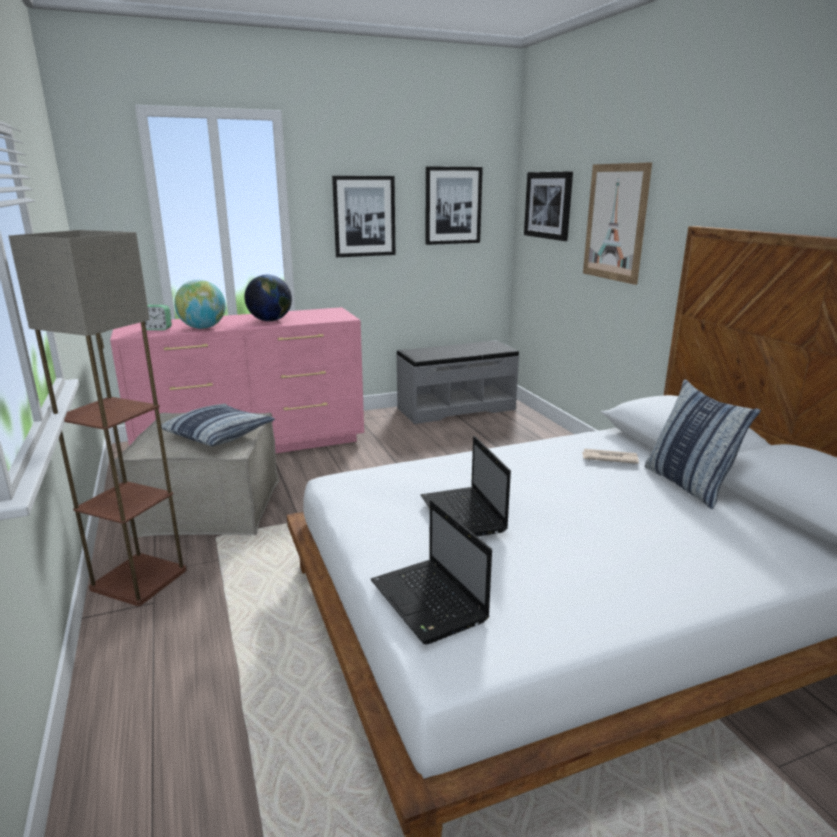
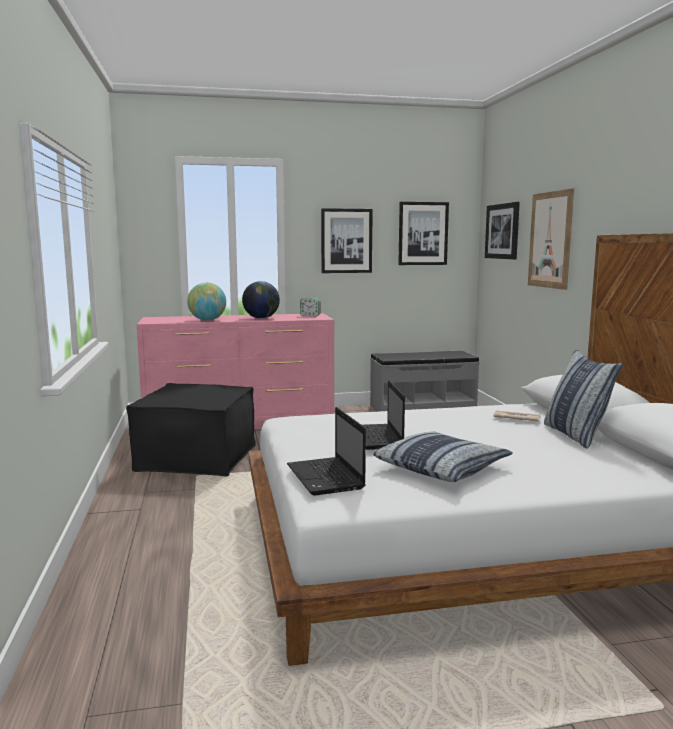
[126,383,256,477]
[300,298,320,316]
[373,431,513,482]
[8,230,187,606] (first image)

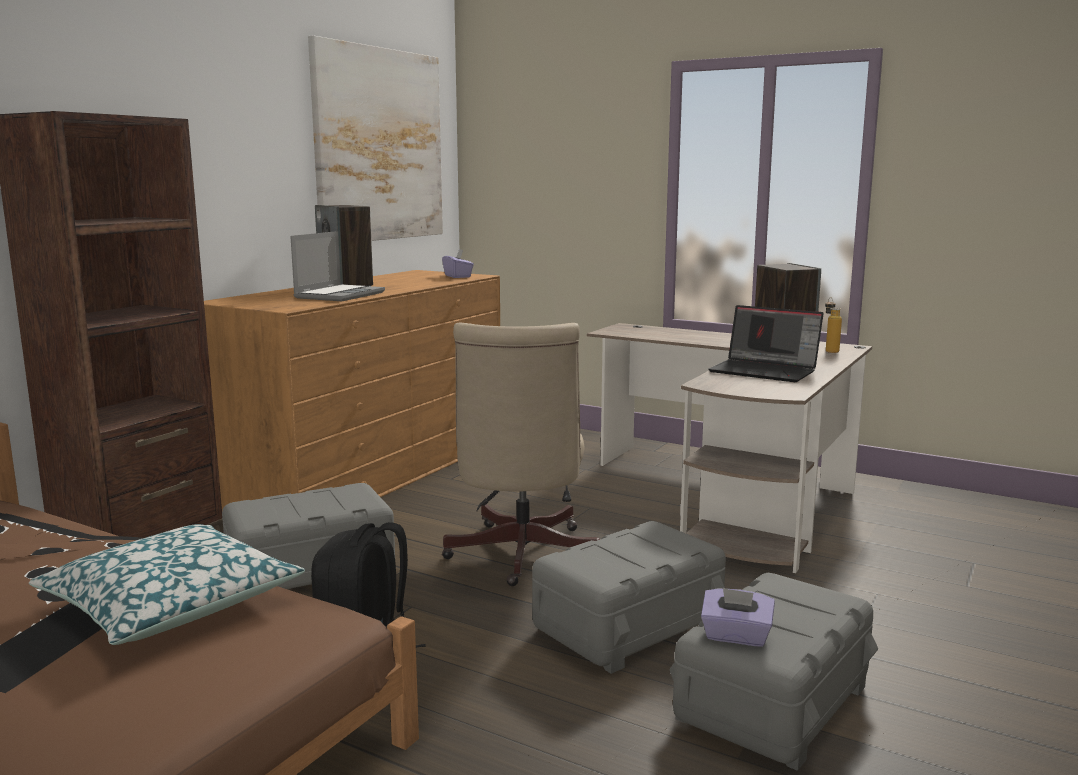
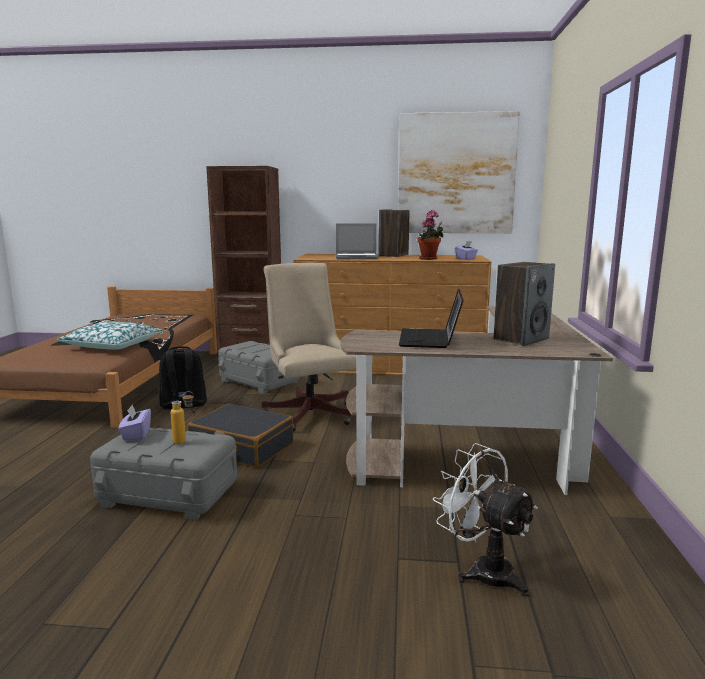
[171,391,193,444]
[187,404,293,468]
[262,263,357,432]
[417,210,444,260]
[433,443,538,596]

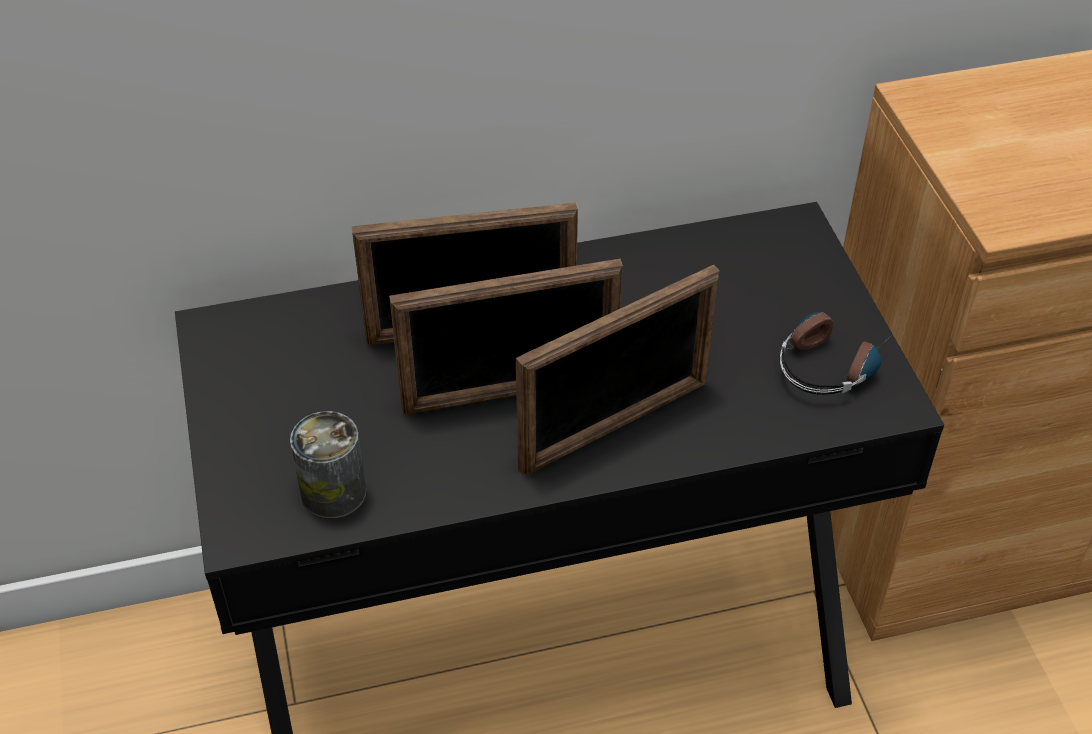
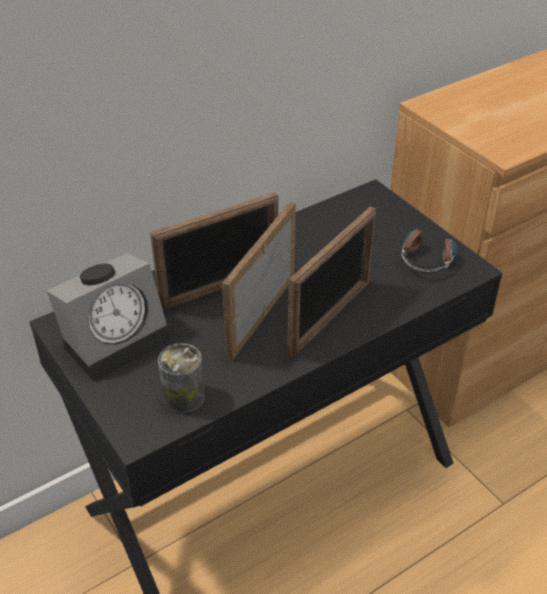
[47,253,171,382]
[222,202,296,361]

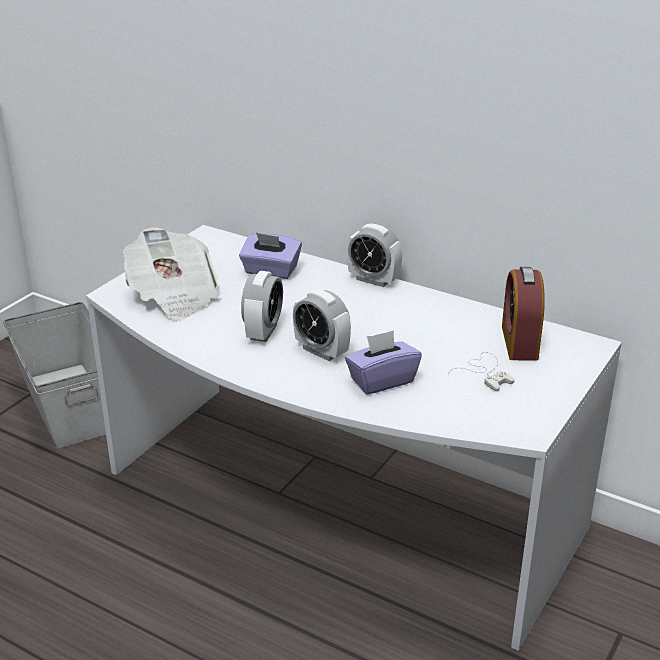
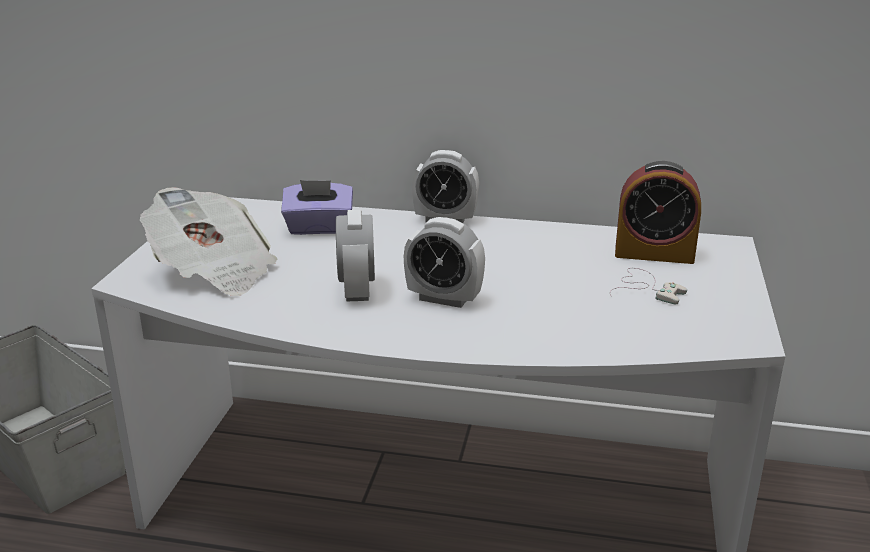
[615,161,701,264]
[345,330,422,394] (first image)

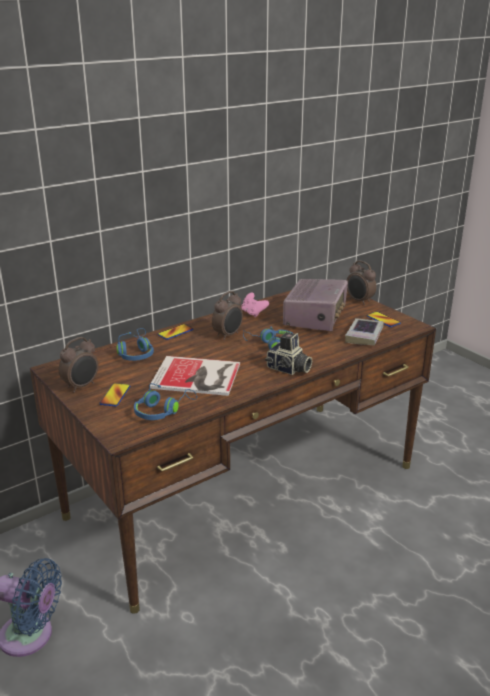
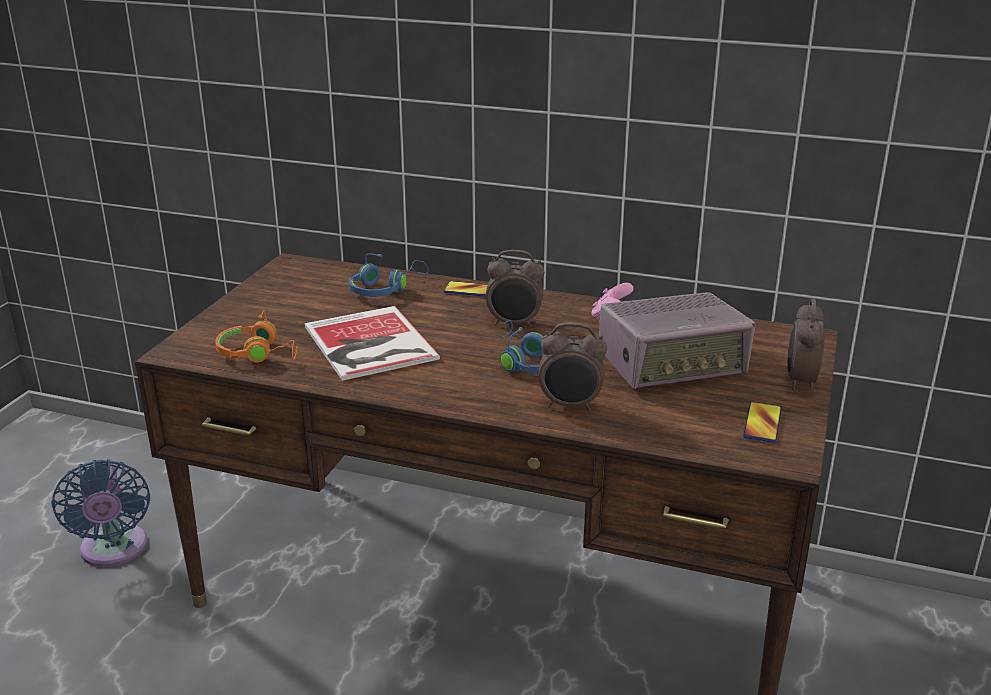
[215,310,298,363]
[539,323,607,411]
[99,383,130,406] (first image)
[265,332,312,375] (first image)
[345,318,384,345] (first image)

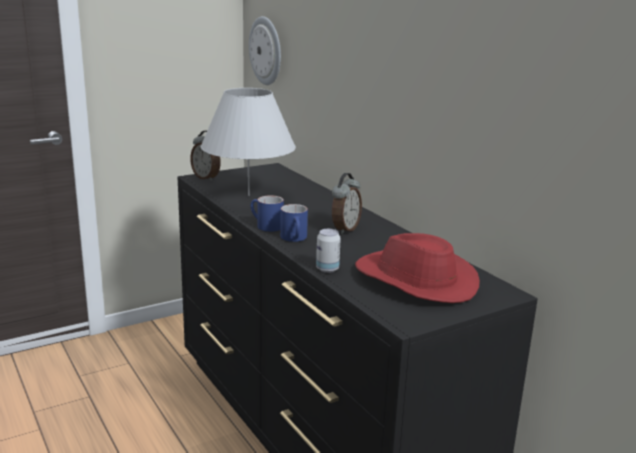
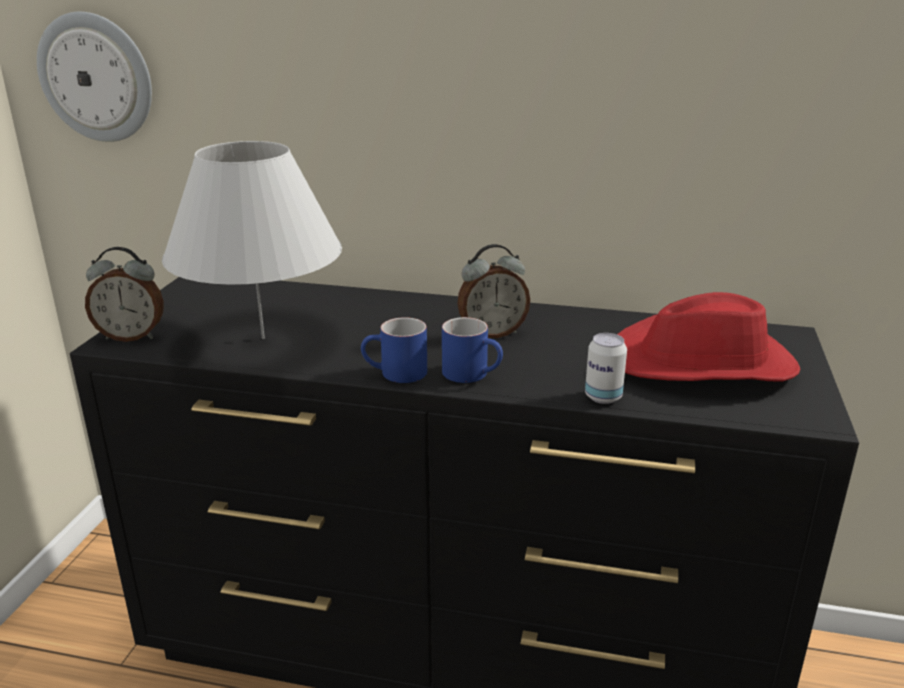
[457,244,530,338]

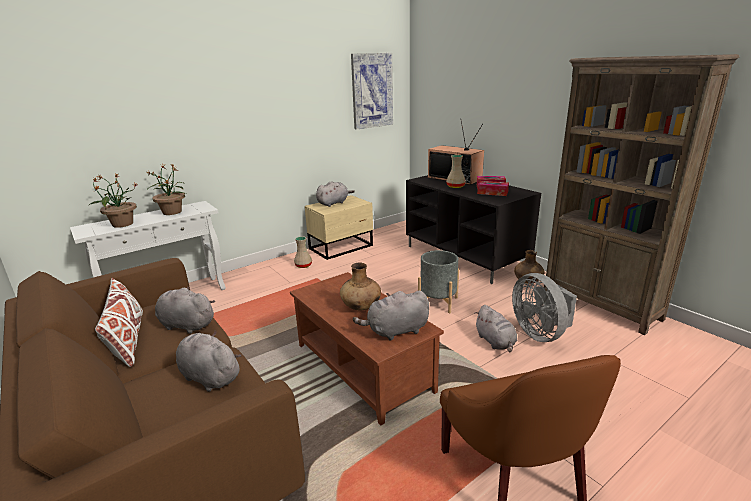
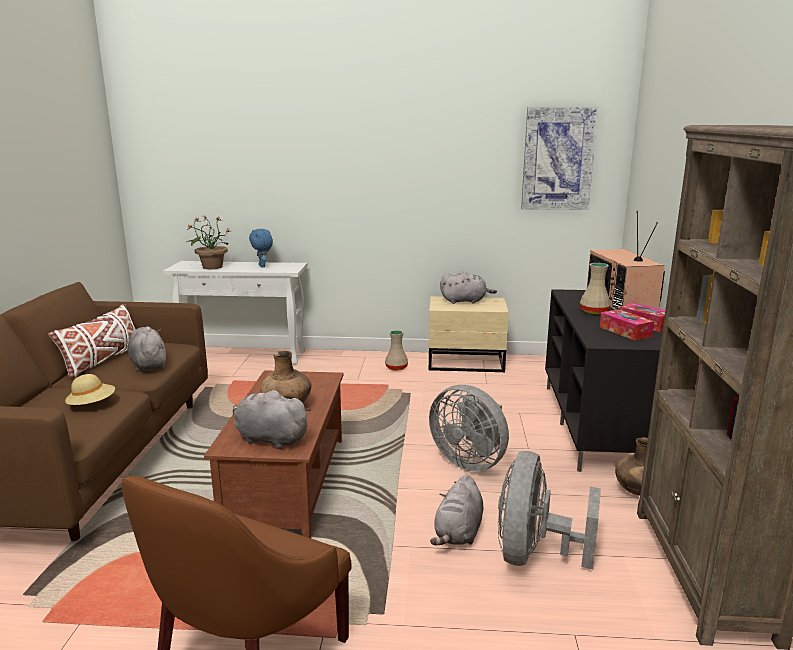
[65,374,115,406]
[249,229,273,267]
[429,385,509,471]

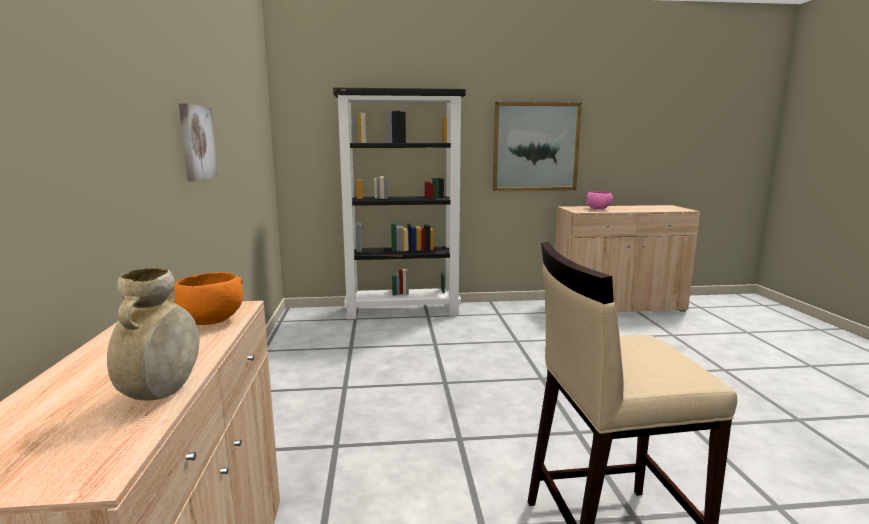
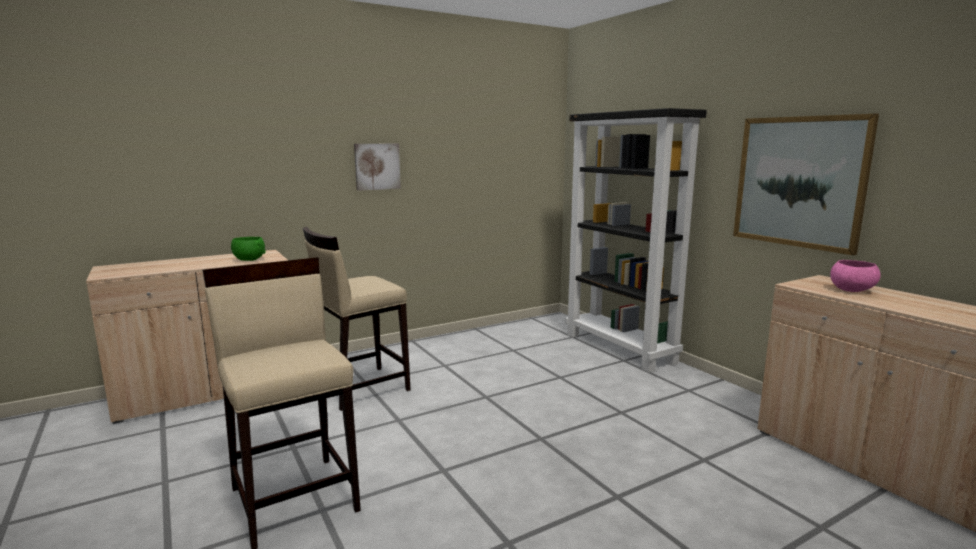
[231,237,266,261]
[303,227,411,411]
[107,268,199,401] (first image)

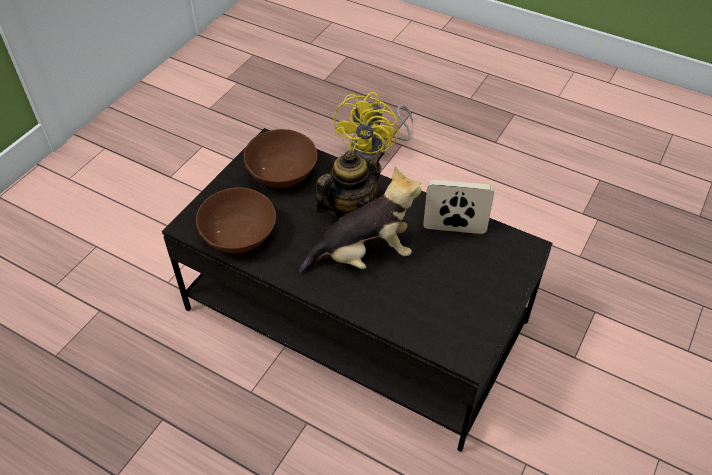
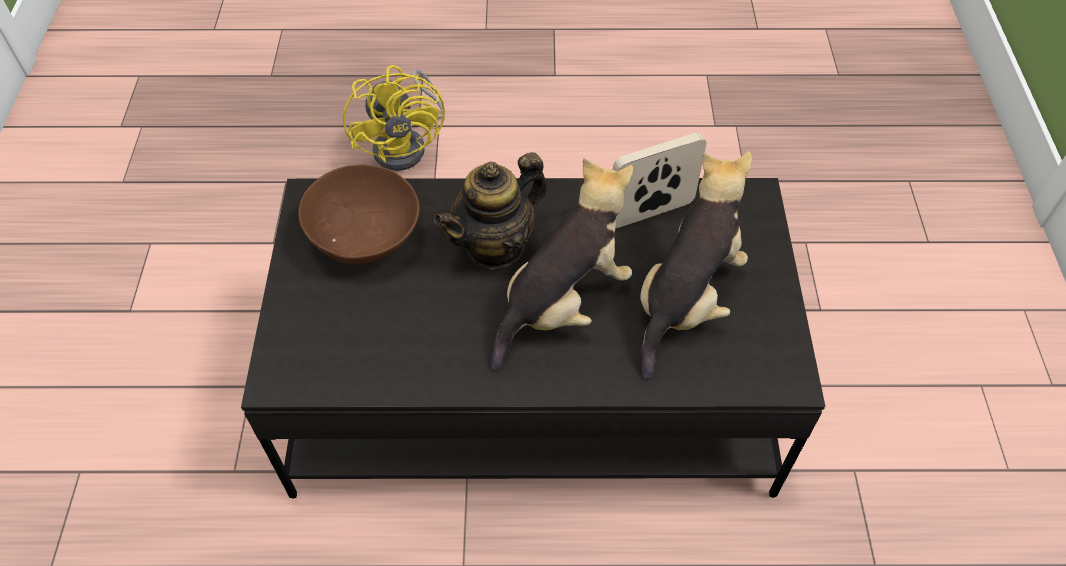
[434,152,548,270]
[640,151,752,380]
[196,187,276,253] (first image)

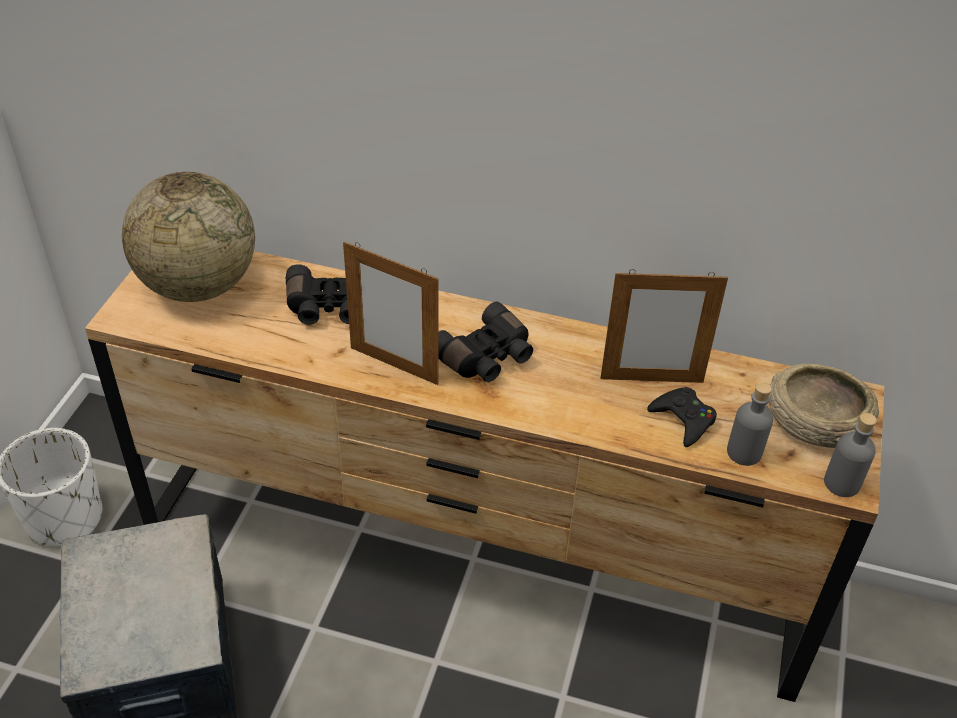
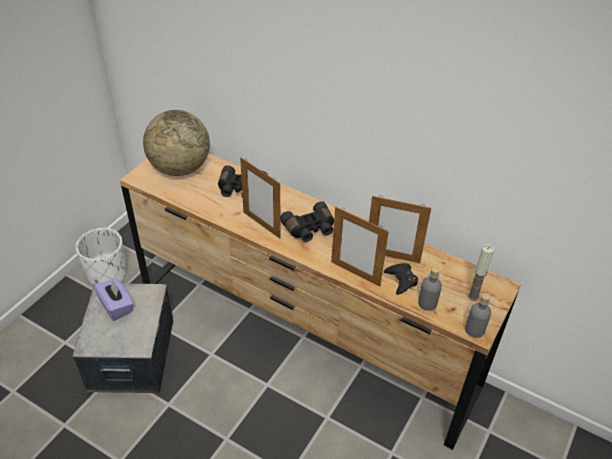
[93,279,134,321]
[331,207,389,287]
[468,244,494,301]

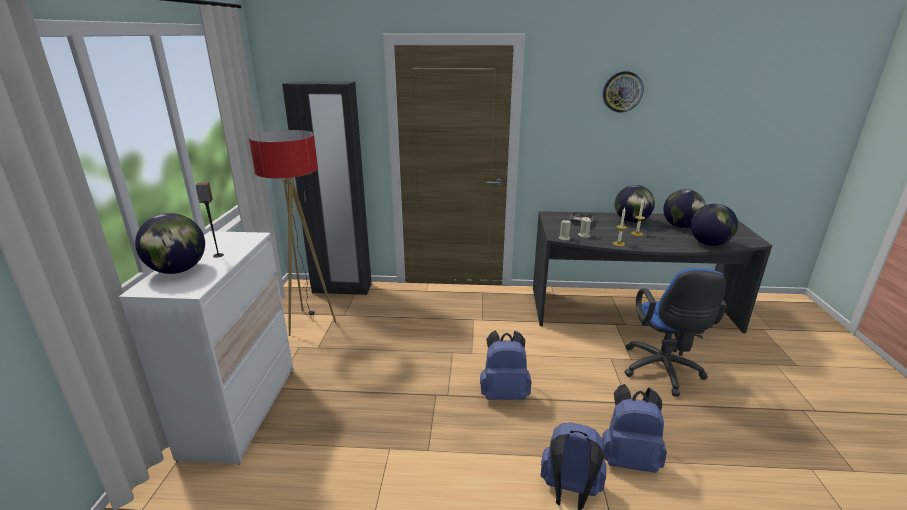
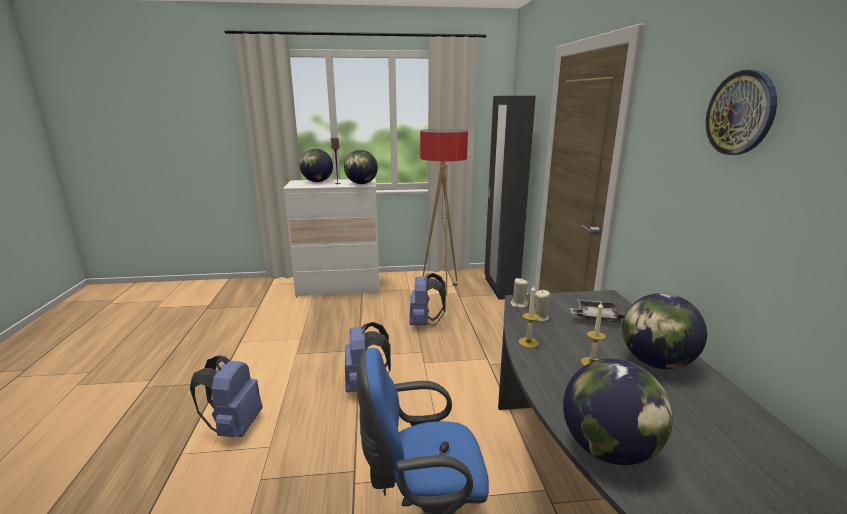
[344,150,378,184]
[409,273,446,326]

